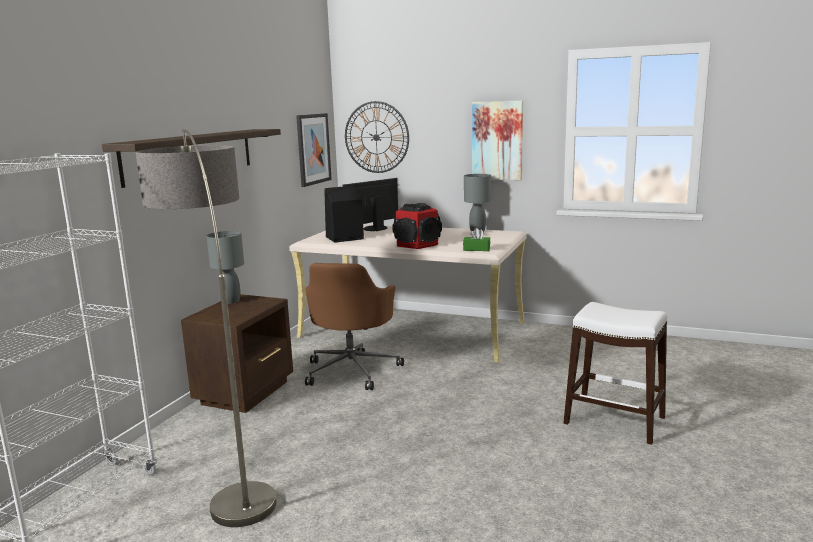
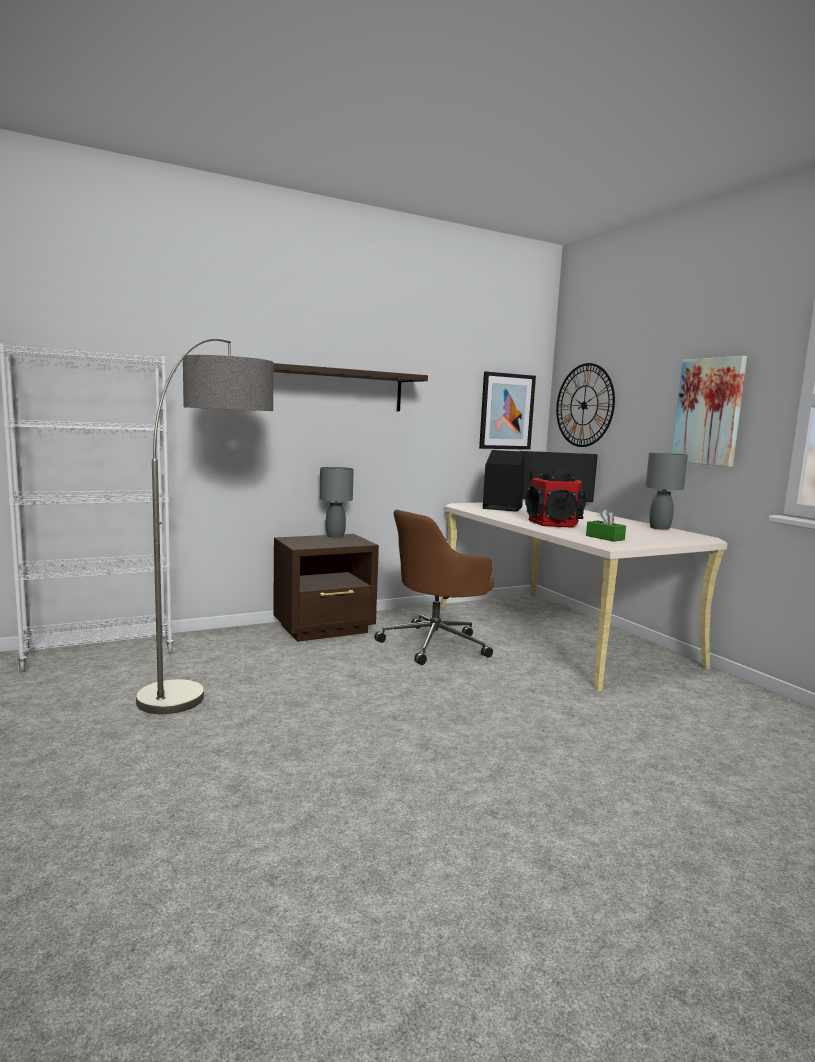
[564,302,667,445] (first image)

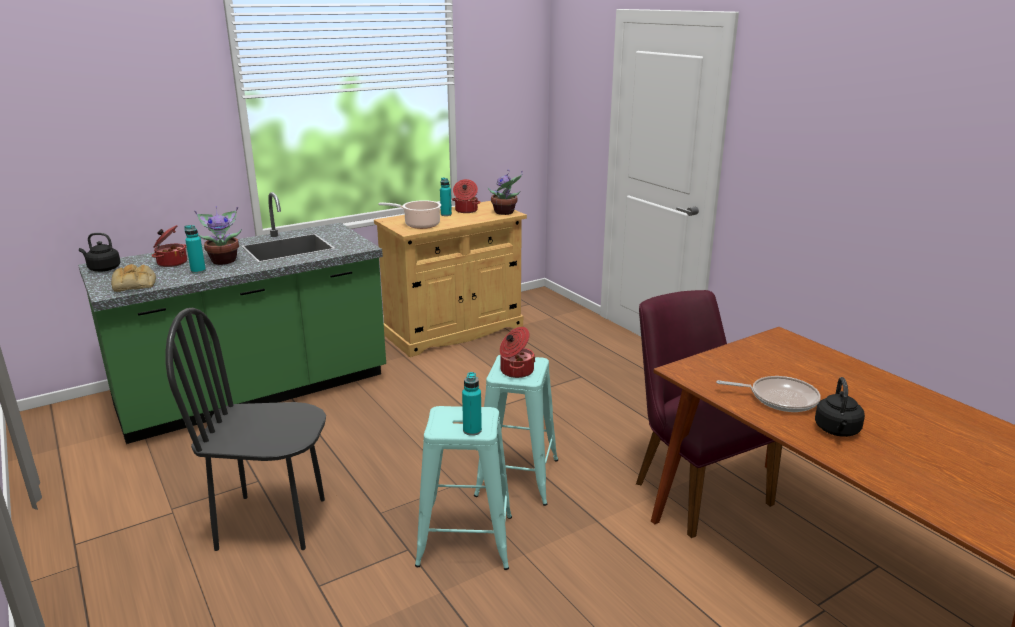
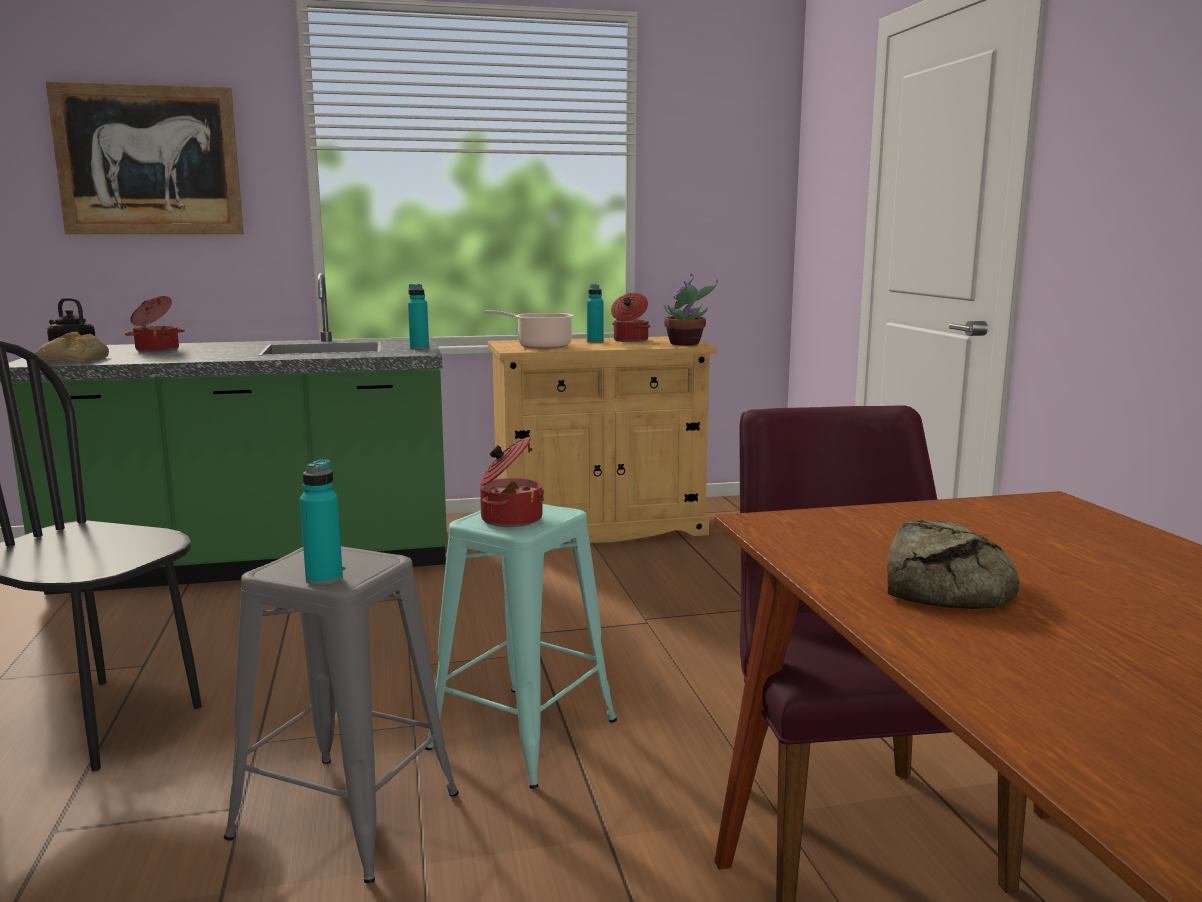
[46,82,244,234]
[224,546,459,883]
[408,284,429,350]
[887,520,1020,609]
[194,207,242,265] (first image)
[815,377,865,437] (first image)

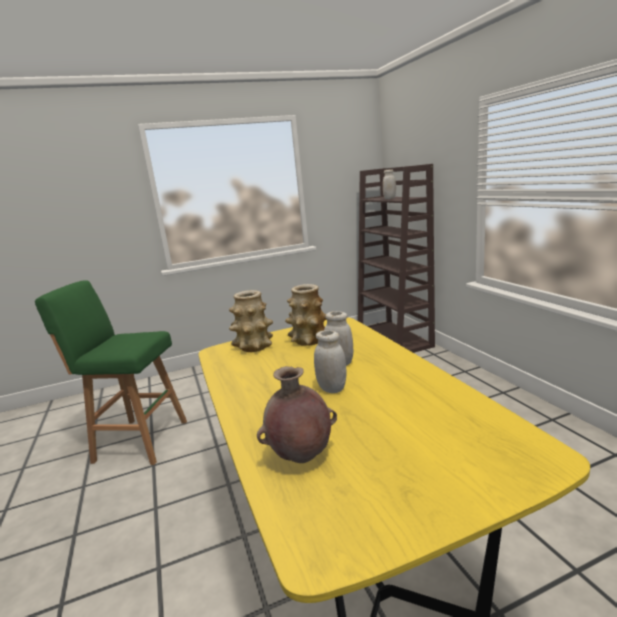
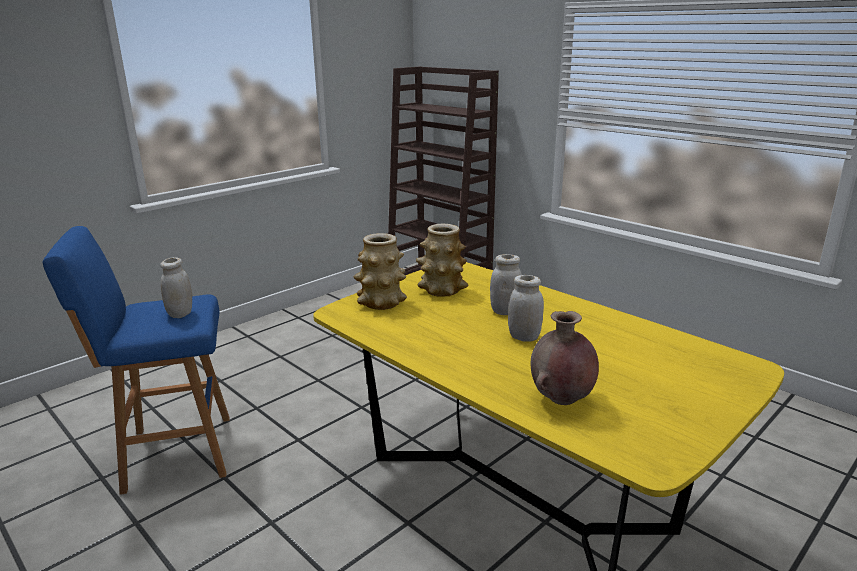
[42,226,230,495]
[160,257,192,318]

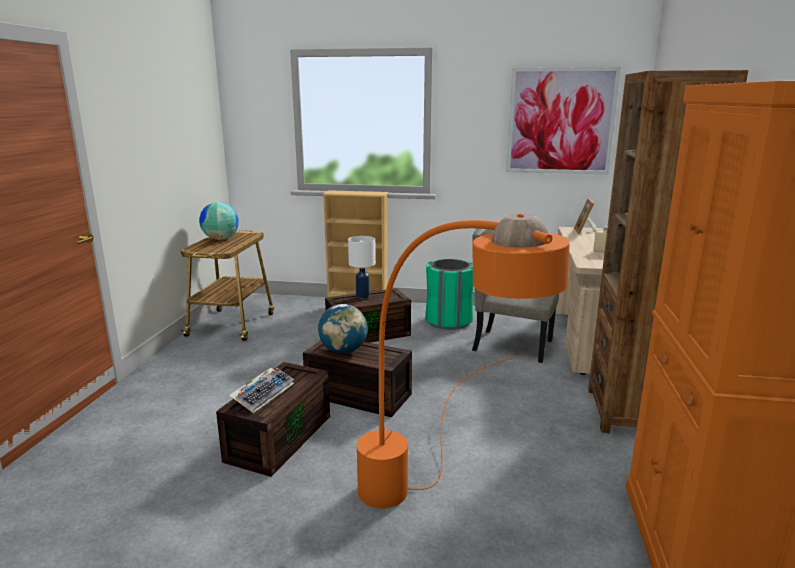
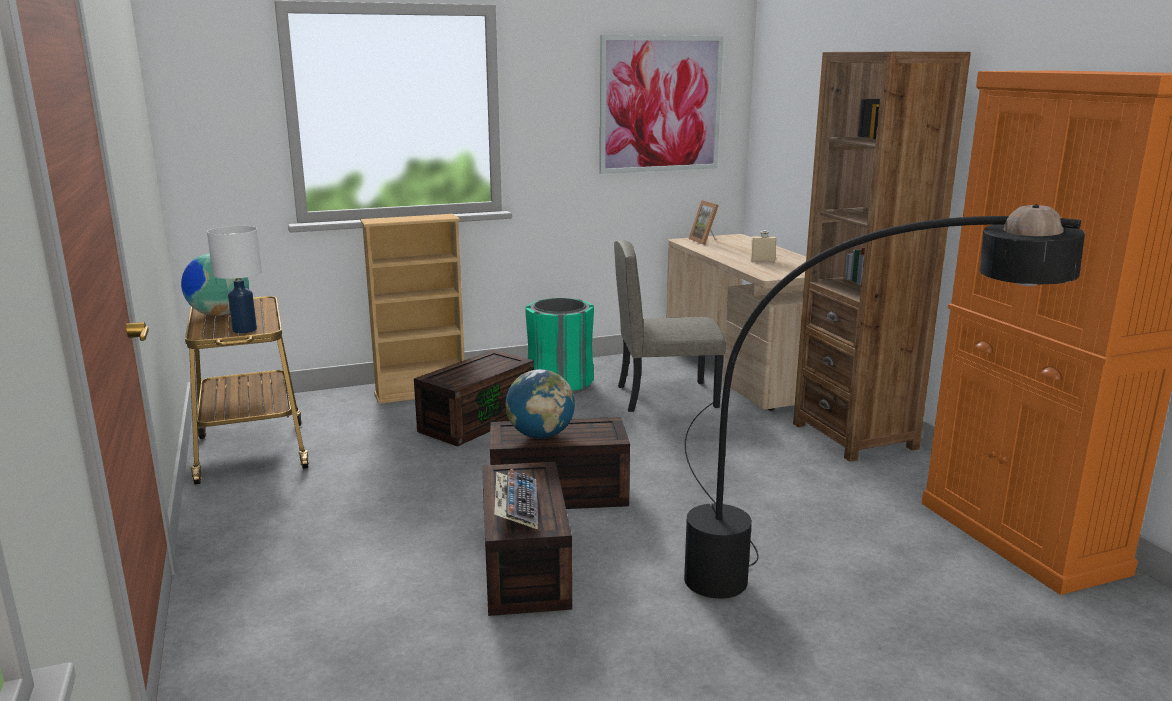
[207,226,262,333]
[684,205,1085,599]

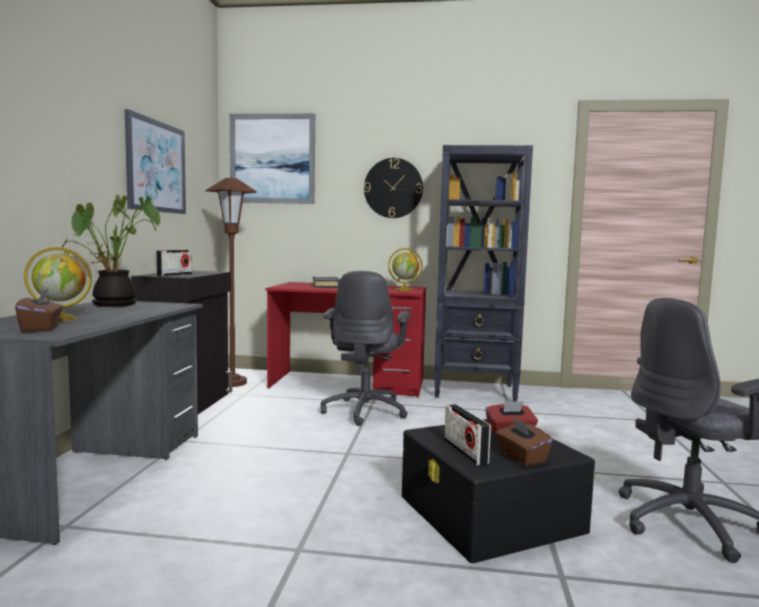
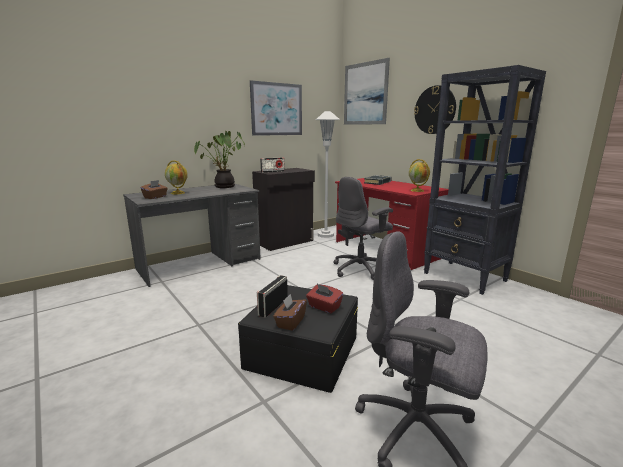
[316,111,340,238]

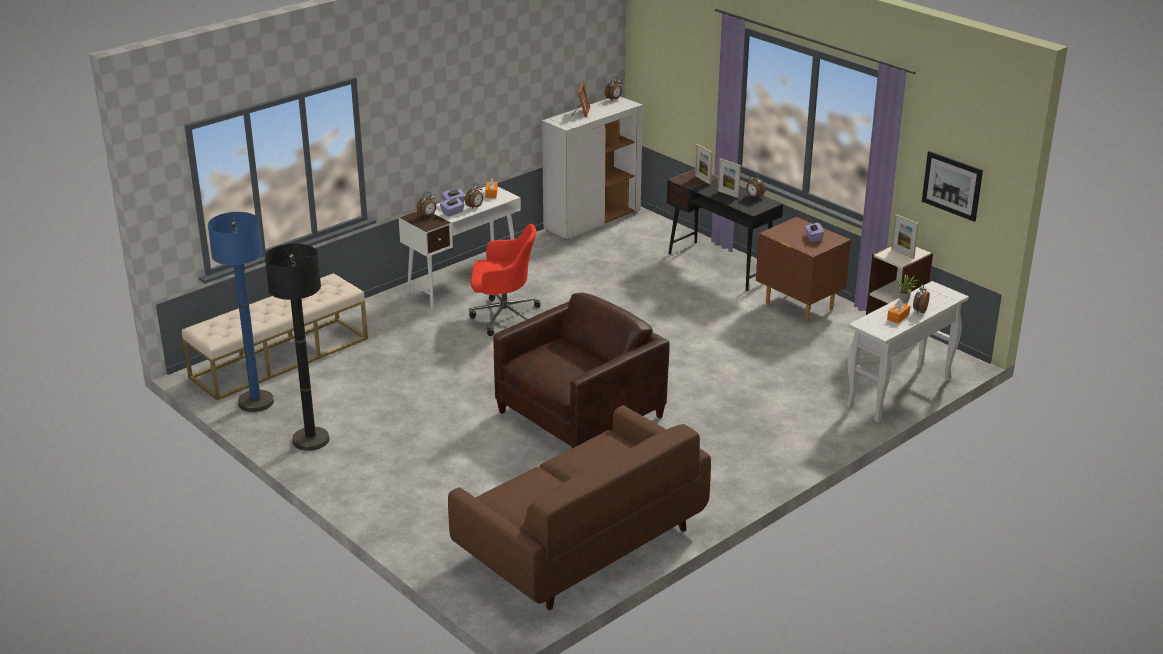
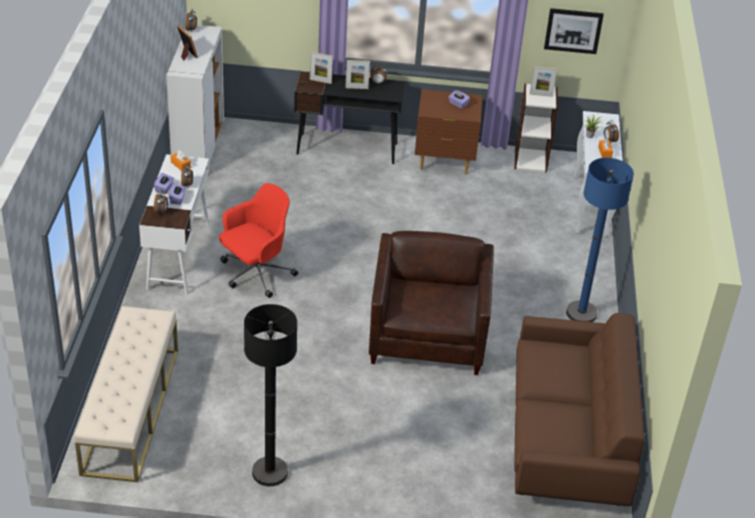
[566,158,634,322]

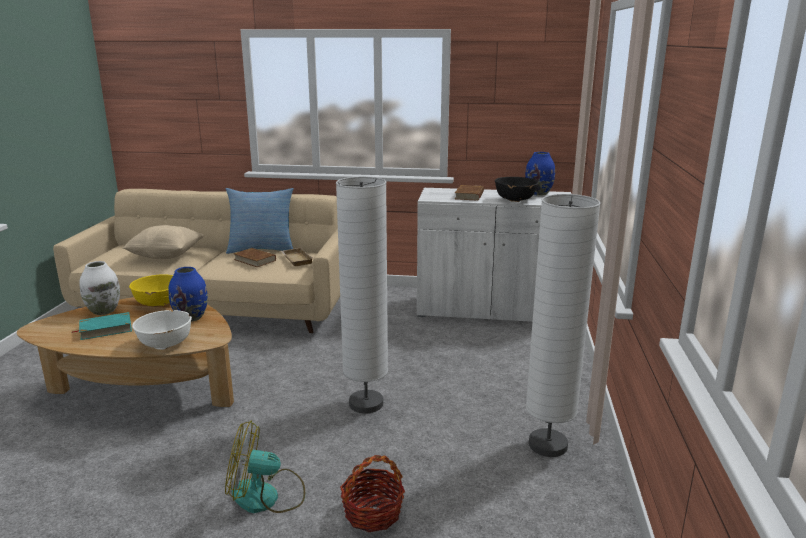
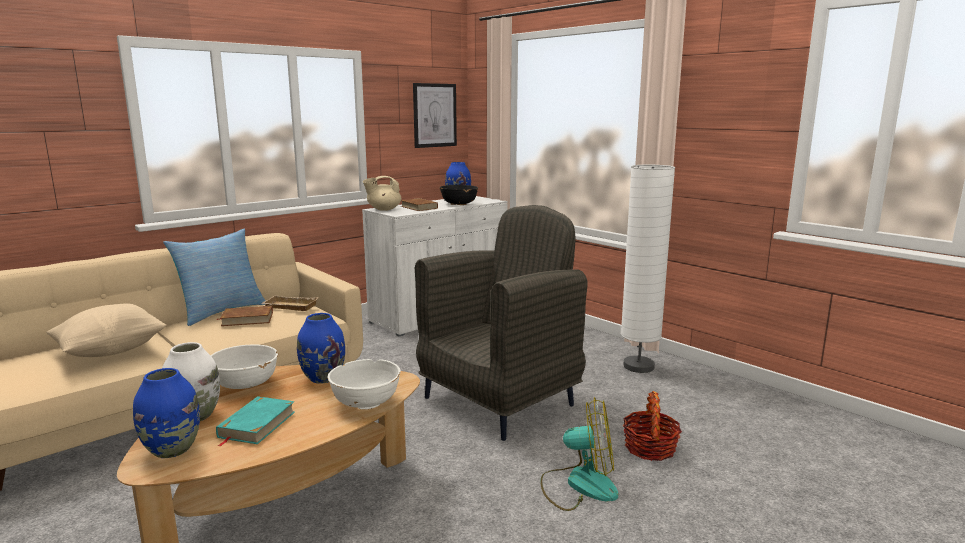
[133,368,200,458]
[210,345,278,389]
[363,176,402,211]
[413,83,457,148]
[415,205,587,441]
[540,397,618,511]

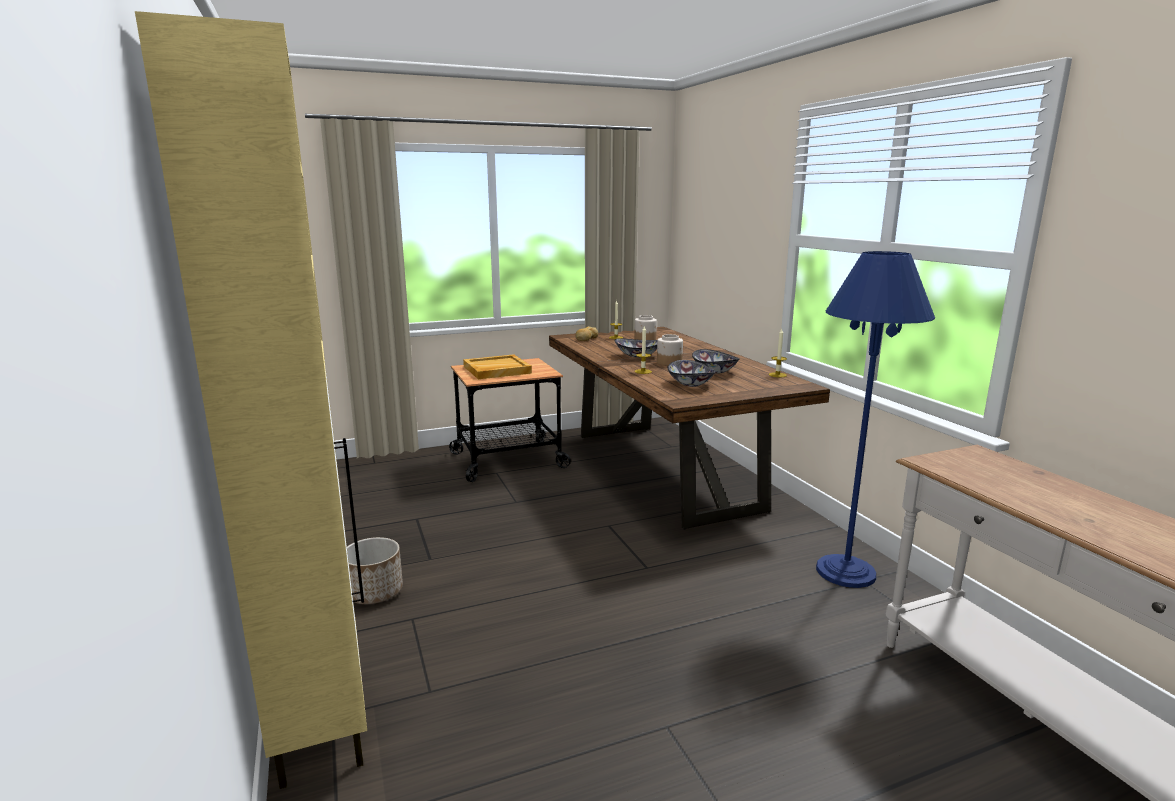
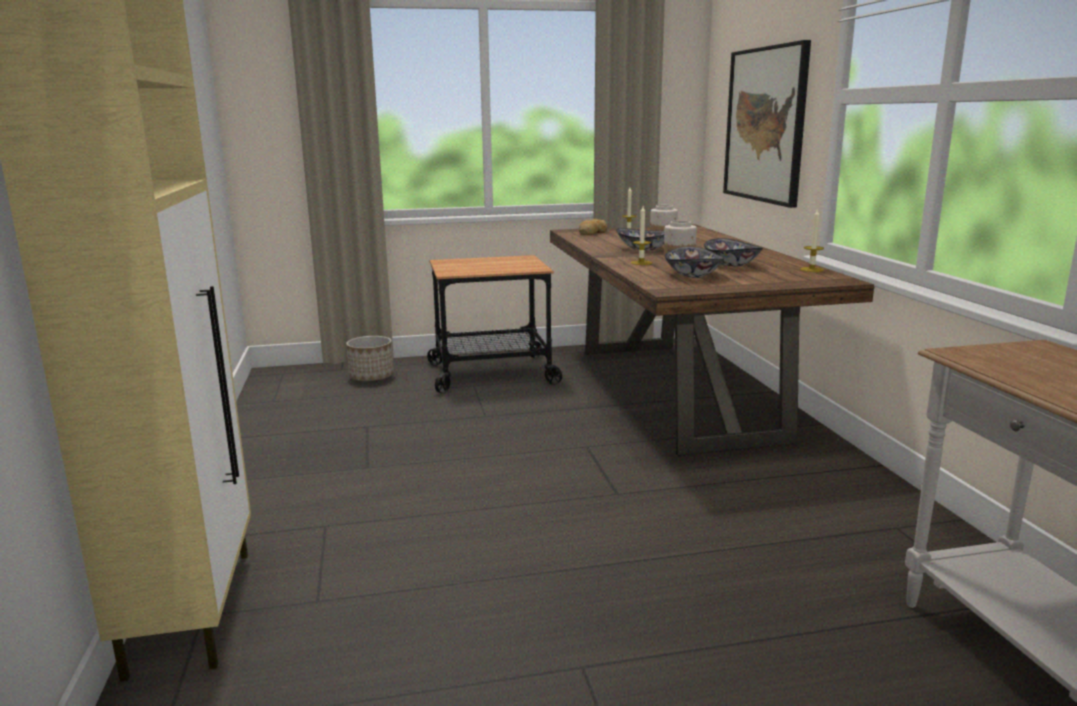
[346,336,394,381]
[723,40,811,208]
[463,354,532,379] (first image)
[816,251,935,588] (first image)

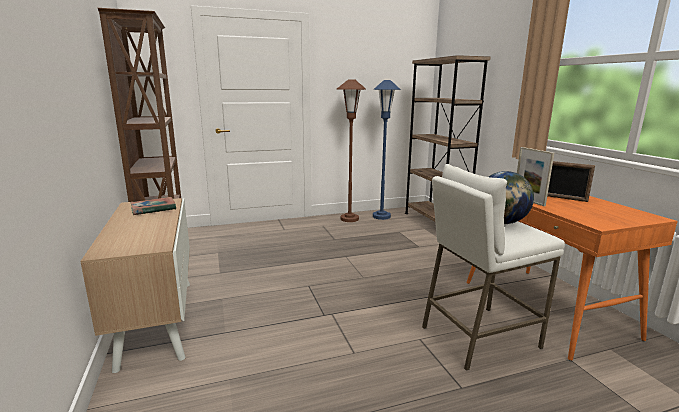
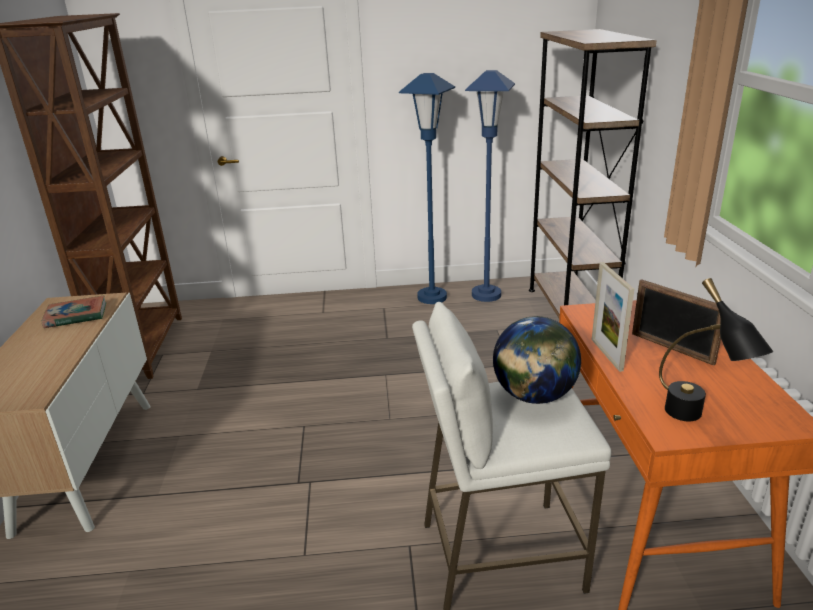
[399,73,455,304]
[659,278,773,421]

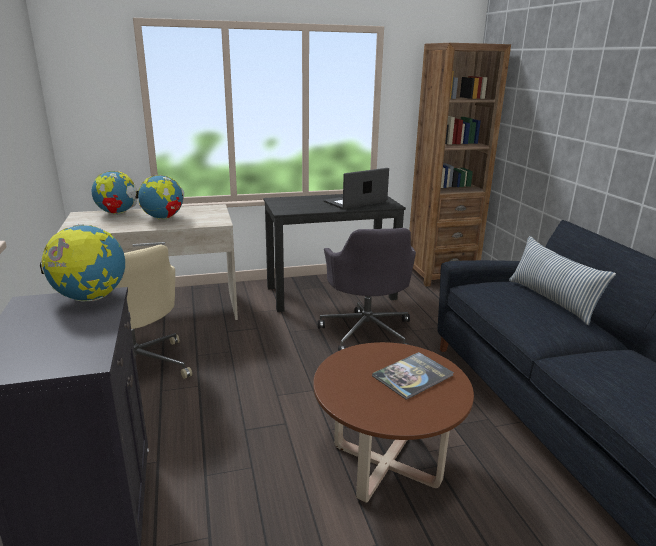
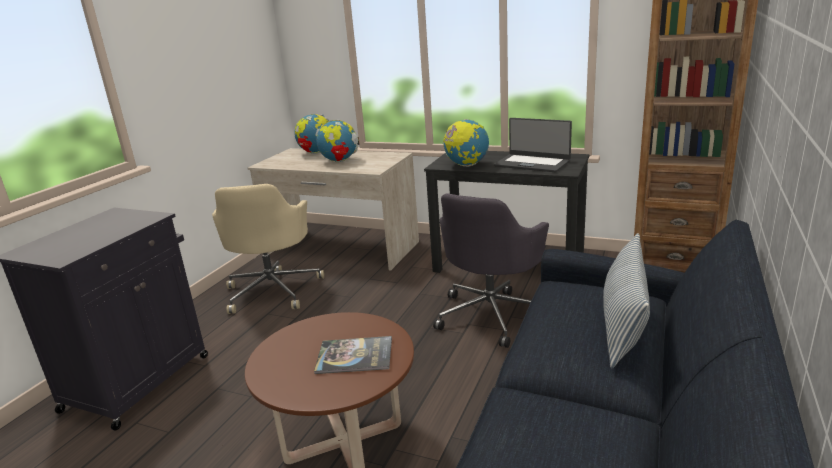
[443,119,489,167]
[494,118,572,173]

